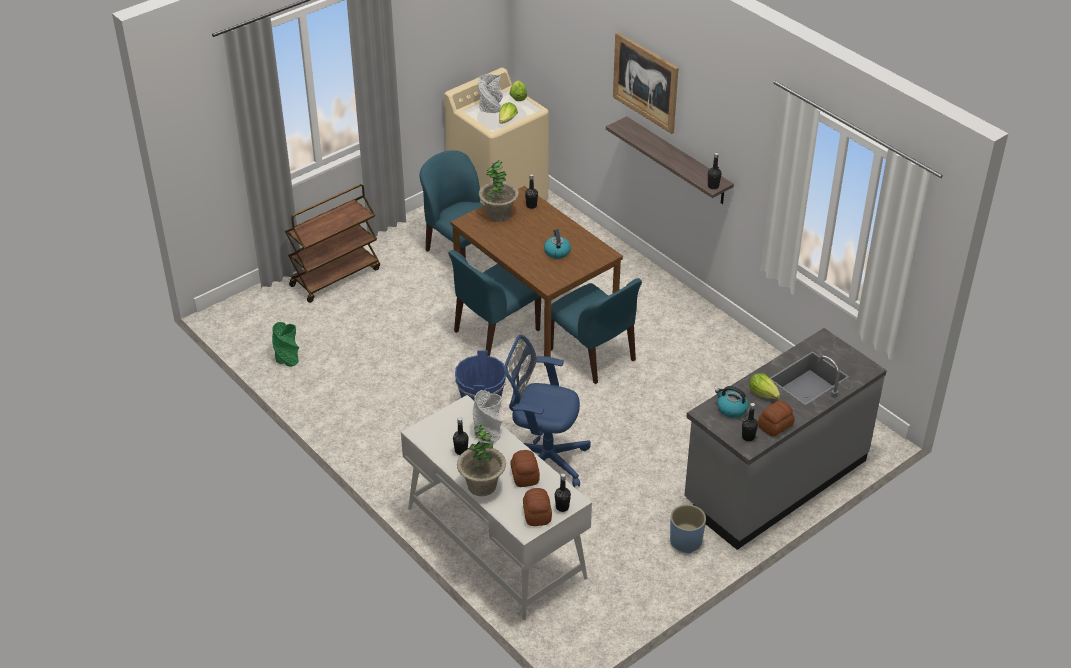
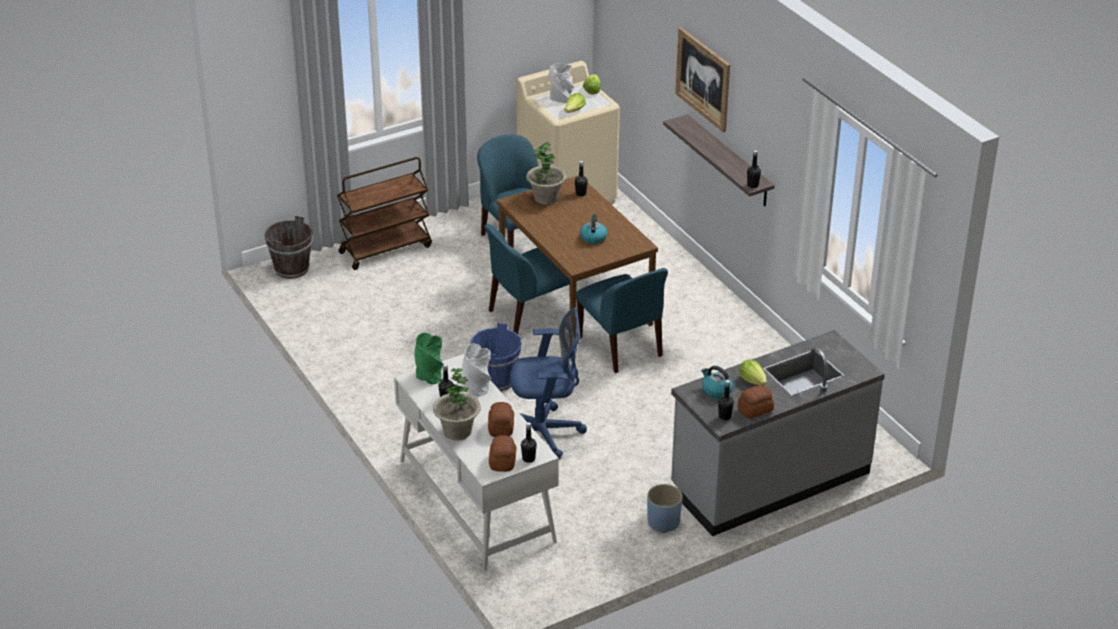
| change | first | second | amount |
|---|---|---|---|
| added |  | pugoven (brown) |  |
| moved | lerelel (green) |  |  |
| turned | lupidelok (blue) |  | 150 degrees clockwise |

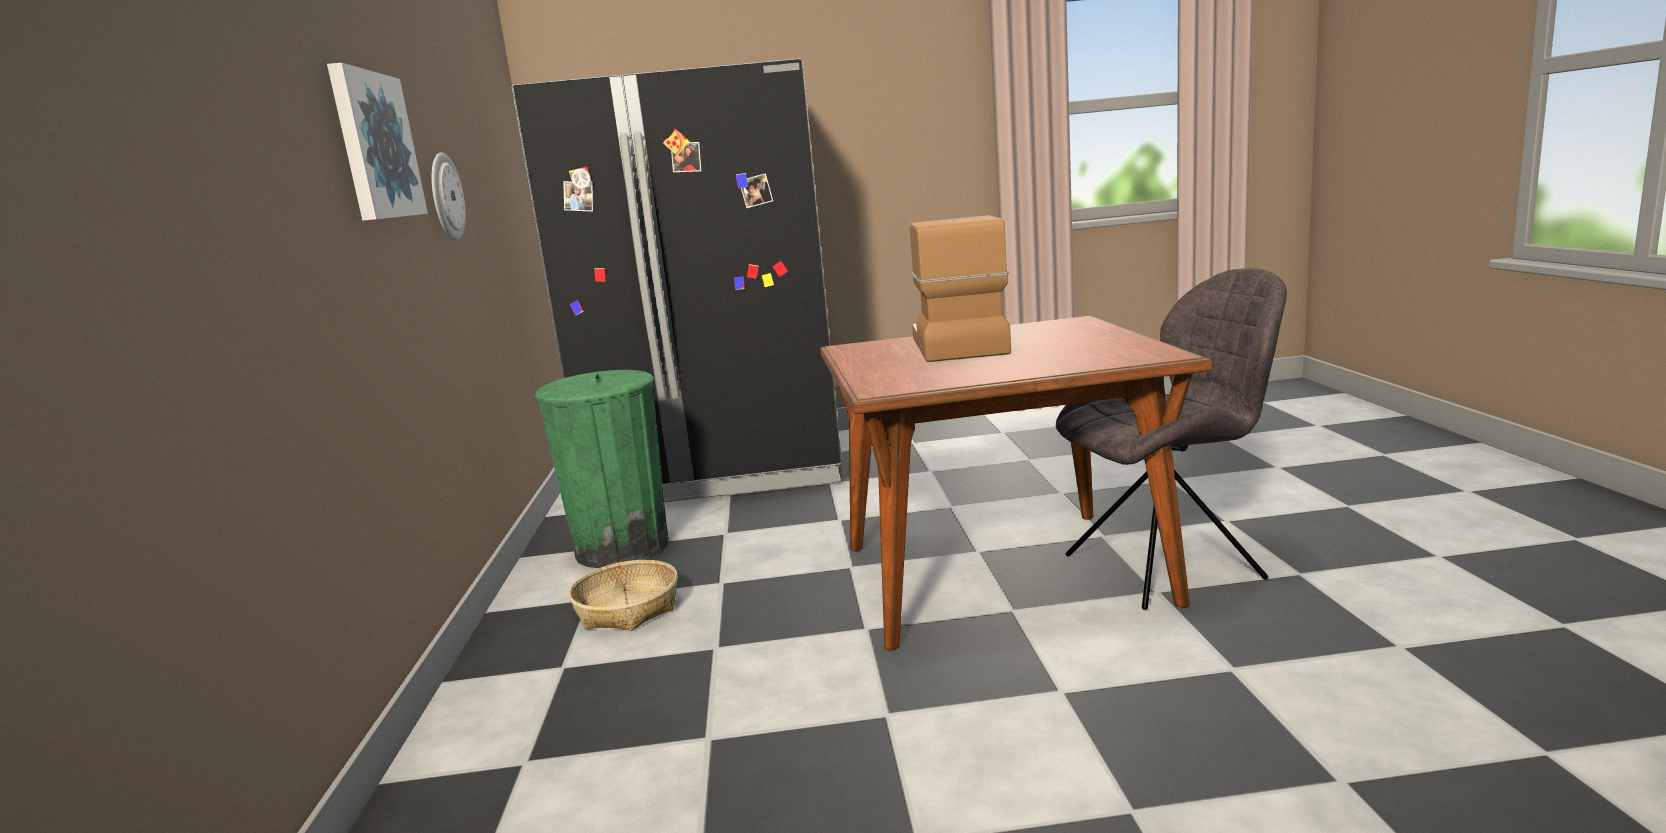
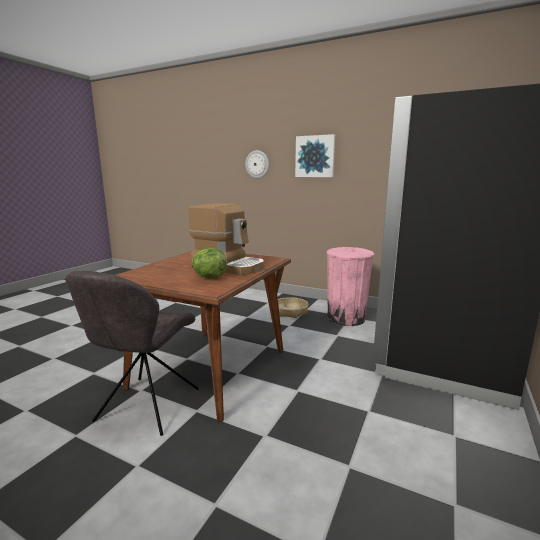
| change | first | second | amount |
|---|---|---|---|
| added |  | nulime |  |
| moved | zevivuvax |  |  |
| recoloured | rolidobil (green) | rolidobil (pink) |  |

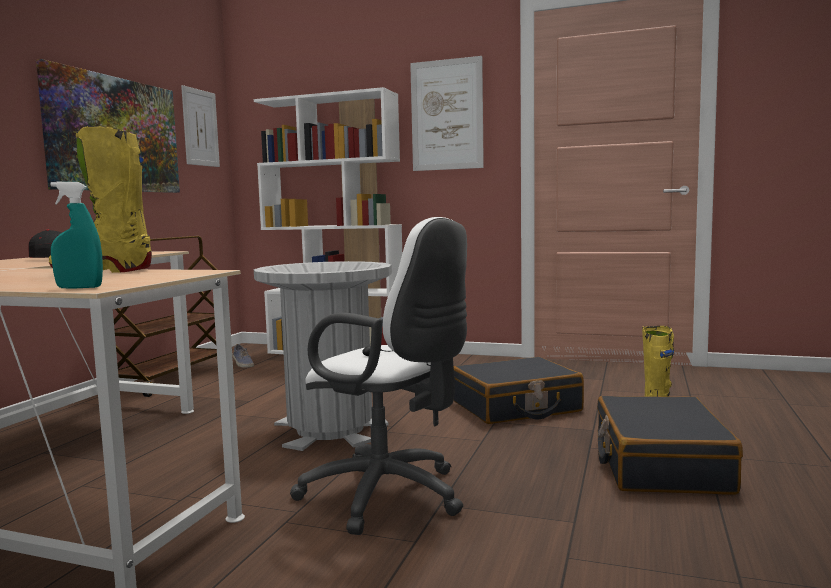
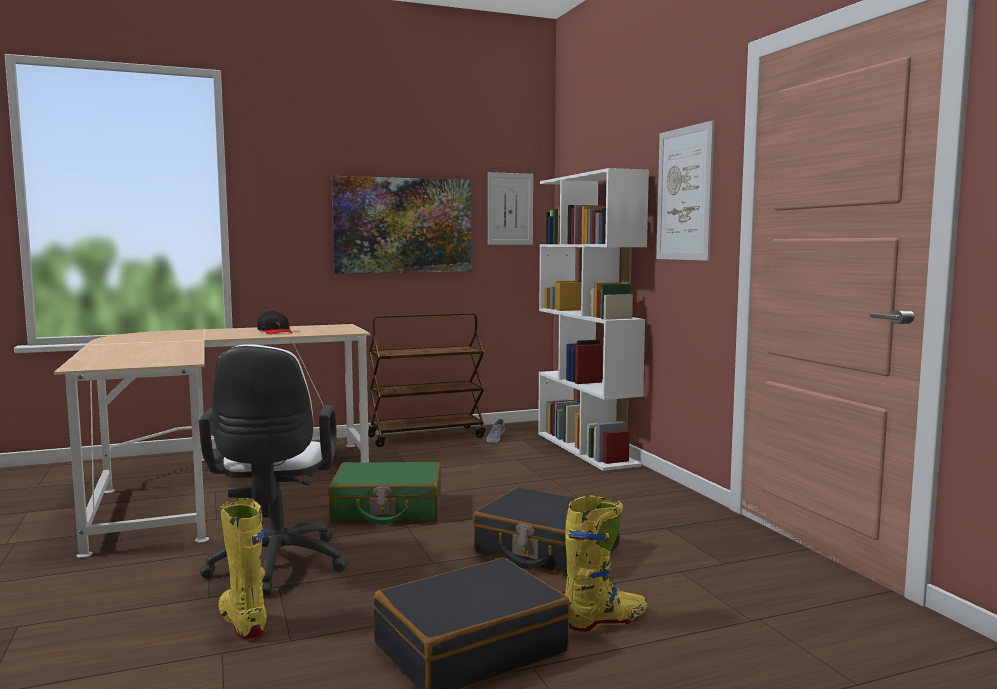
| change | first | second | amount |
|---|---|---|---|
| removed | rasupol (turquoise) |  |  |
| moved | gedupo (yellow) (1st from left) |  |  |
| replaced | rolidobil (grey) | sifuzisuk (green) |  |

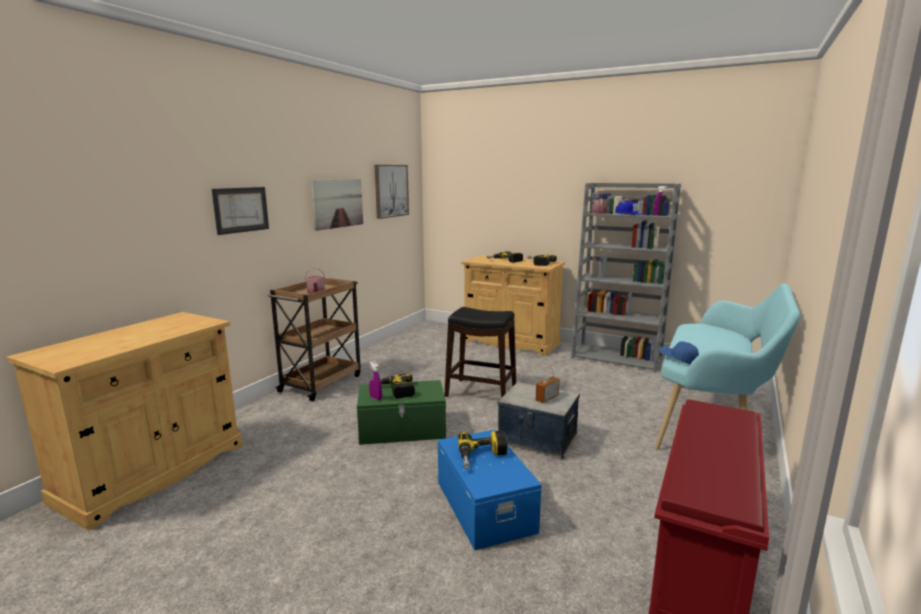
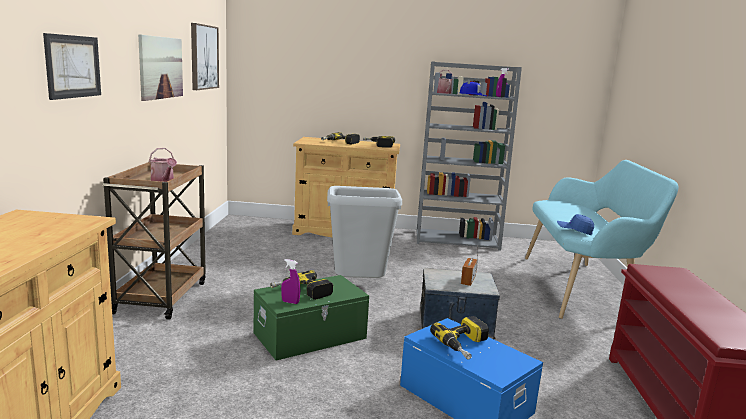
| change | first | second | amount |
|---|---|---|---|
| replaced | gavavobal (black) | rolidobil (grey) |  |

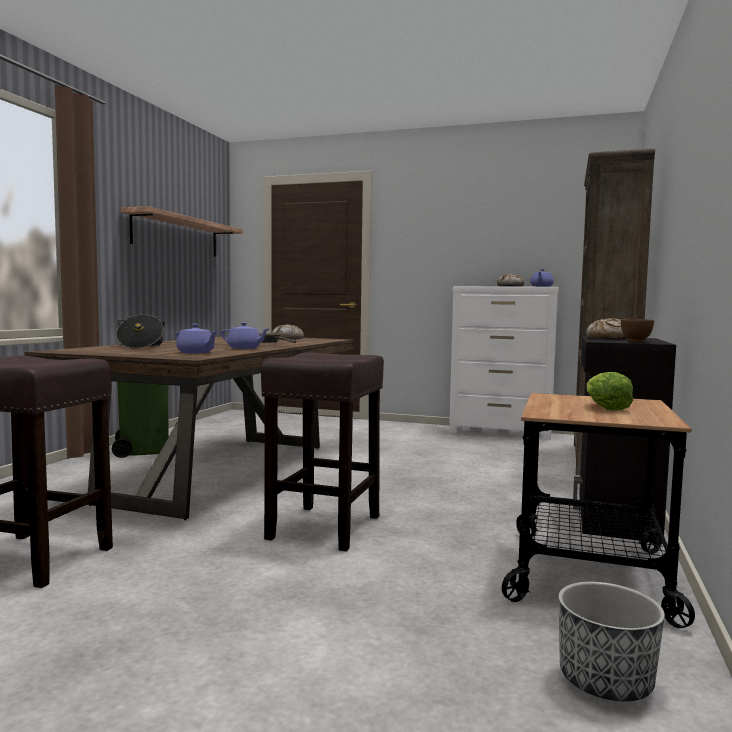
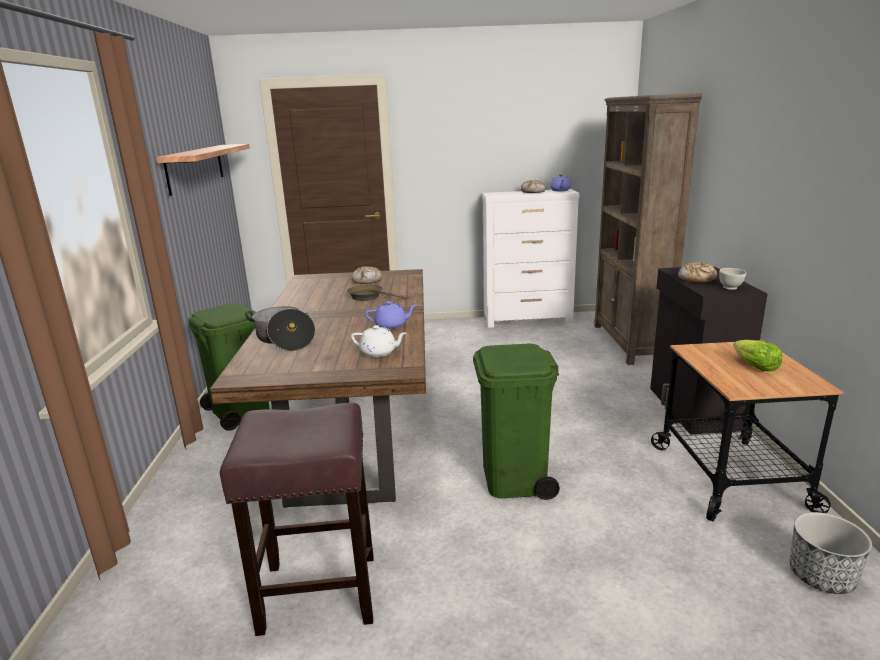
| change | first | second | amount |
|---|---|---|---|
| replaced | gavavobal (brown) (2nd from left) | rolidobil (green) (2nd from left) |  |
| recoloured | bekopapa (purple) (1st from left) | bekopapa (white) |  |
| recoloured | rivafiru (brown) | rivafiru (white) |  |

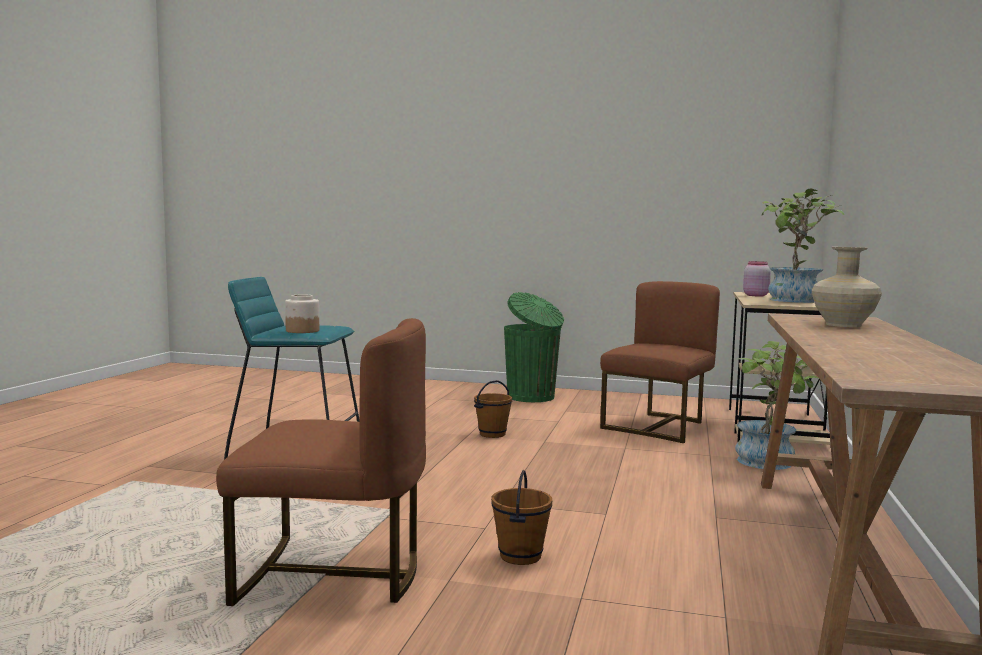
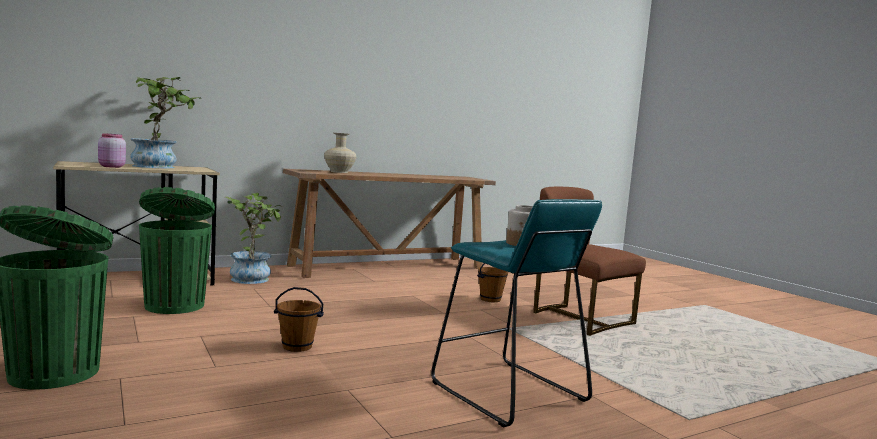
| change | first | second | amount |
|---|---|---|---|
| replaced | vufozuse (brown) (2nd from left) | rolidobil (green) (2nd from left) |  |

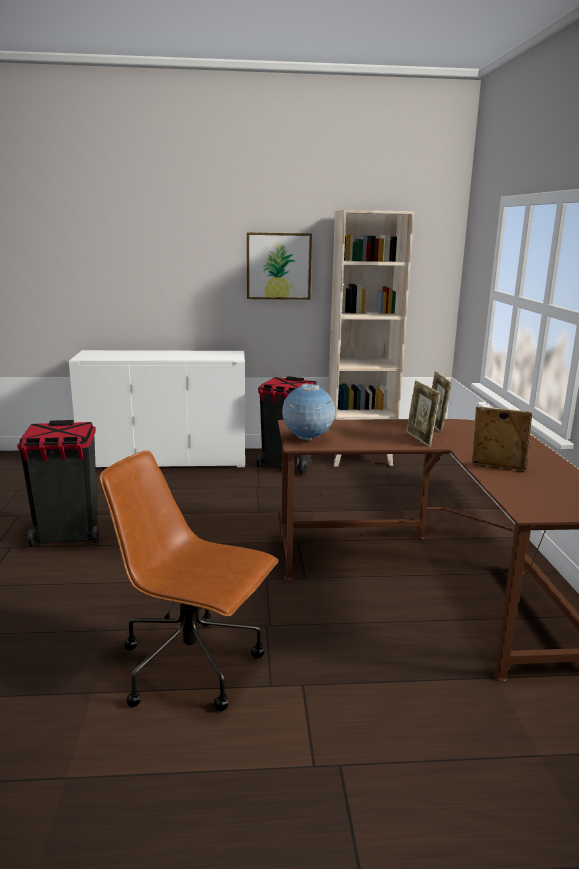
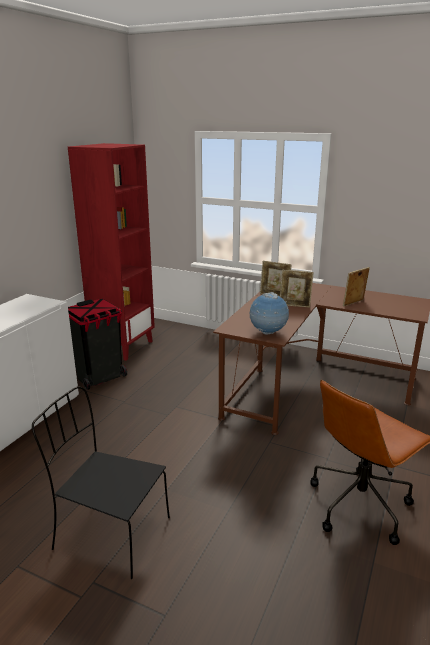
| change | first | second | amount |
|---|---|---|---|
| removed | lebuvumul |  |  |
| replaced | rolidobil (black) (1st from left) | vufozuse (black) |  |
| recoloured | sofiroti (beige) | sofiroti (red) |  |

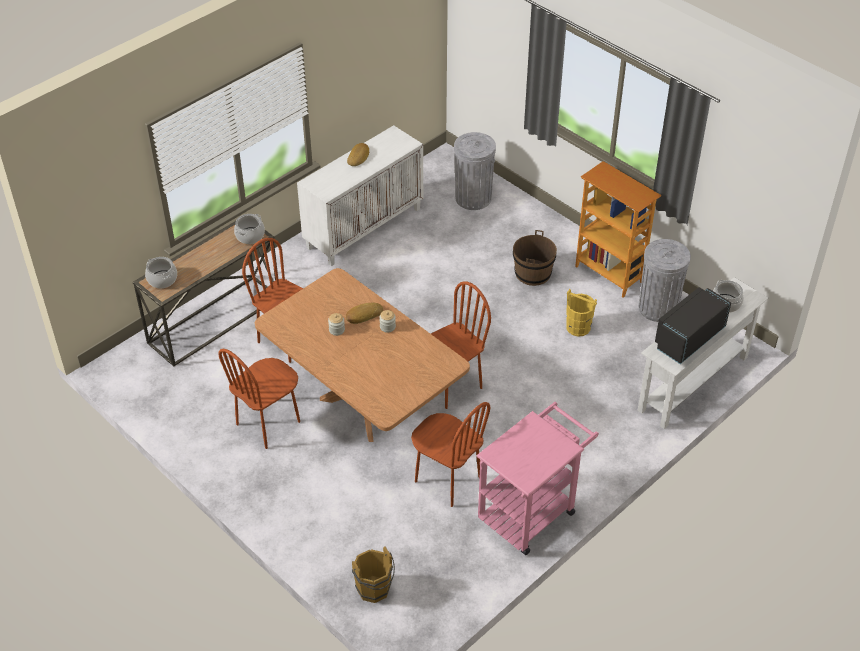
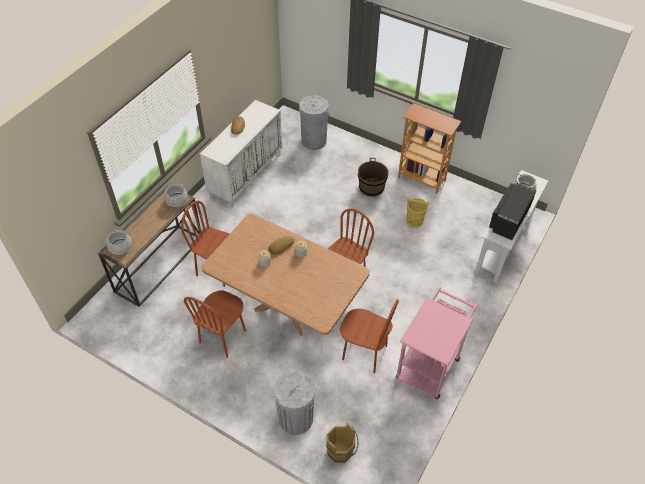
| change | first | second | amount |
|---|---|---|---|
| moved | rolidobil (grey) (2nd from left in the first image) | rolidobil (grey) (1st from left) |  |

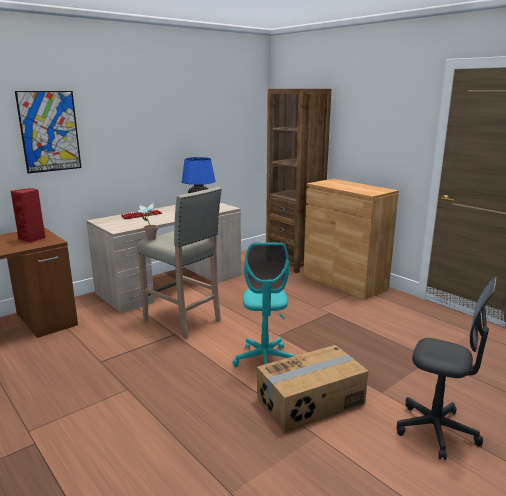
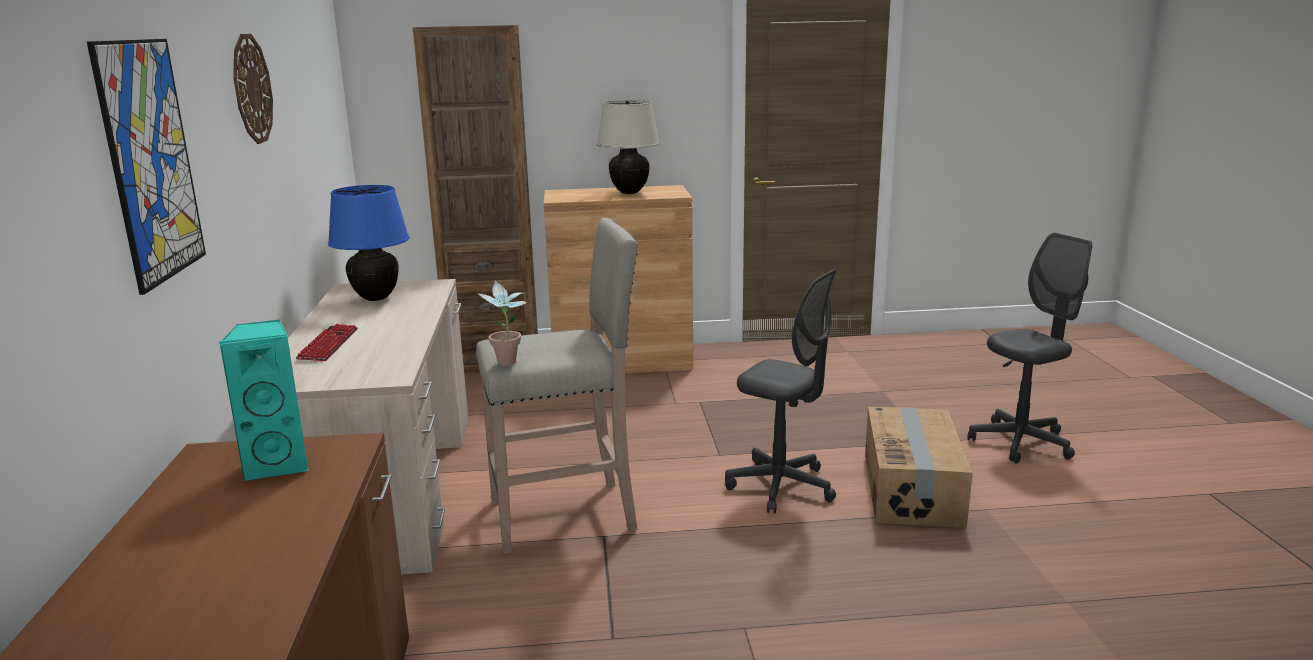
| change | first | second | amount |
|---|---|---|---|
| added |  | zevivuvax |  |
| added |  | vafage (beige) |  |
| recoloured | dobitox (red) | dobitox (turquoise) |  |
| recoloured | lupidelok (turquoise) | lupidelok (grey) (1st from left) |  |

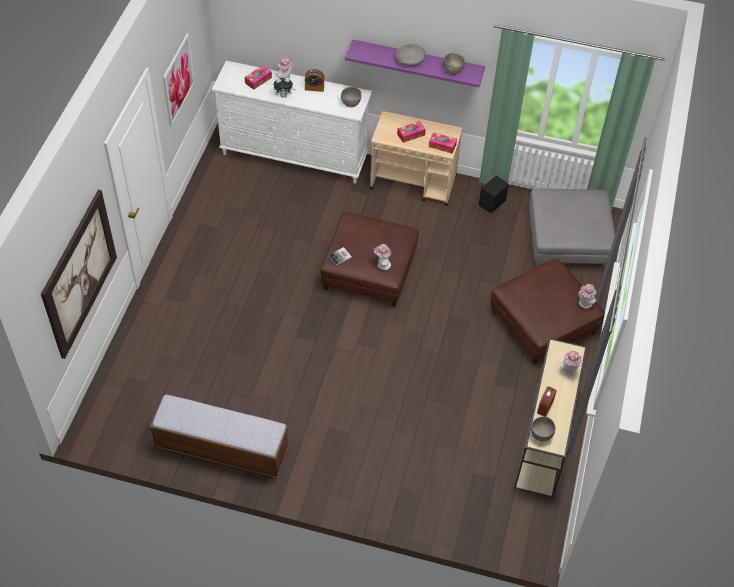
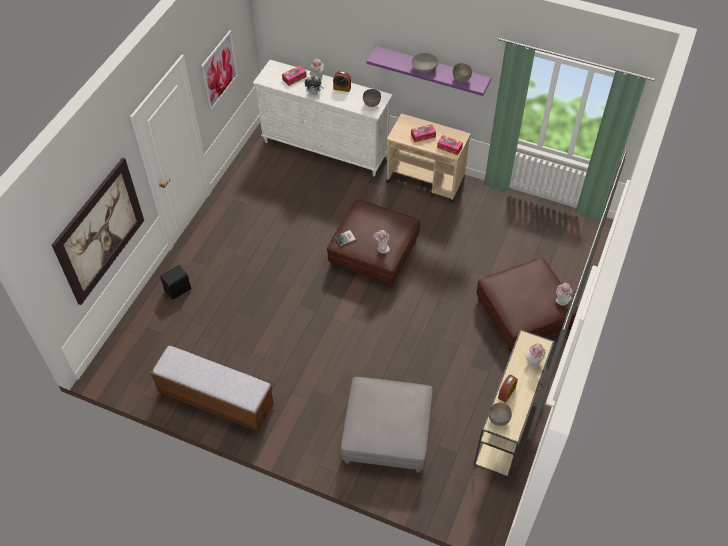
| change | first | second | amount |
|---|---|---|---|
| moved | dobitox (black) |  |  |
| moved | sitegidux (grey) |  |  |

